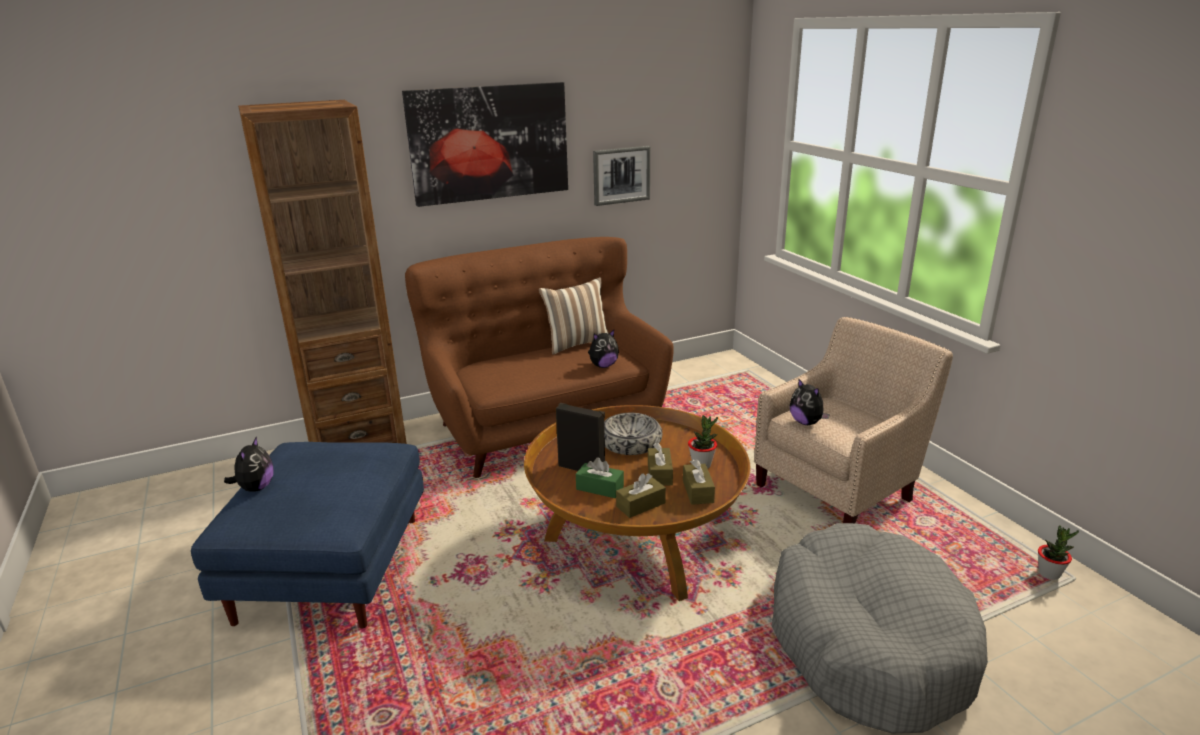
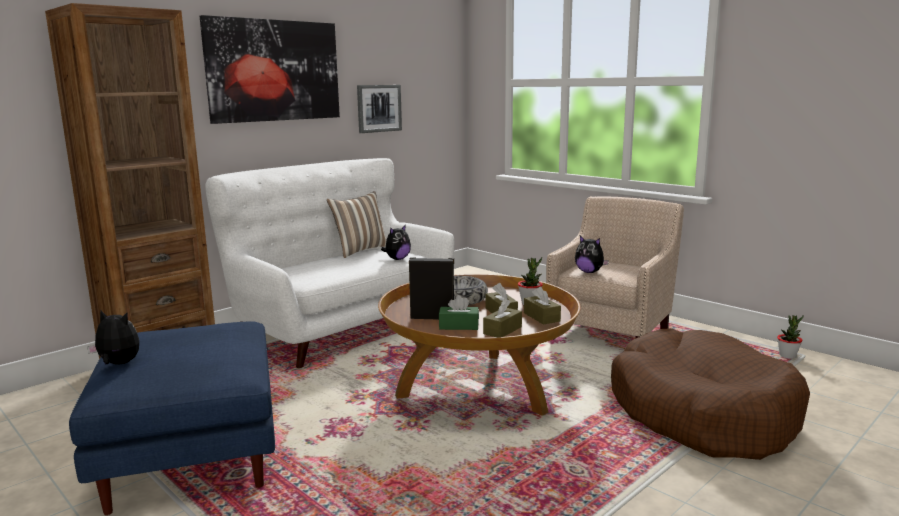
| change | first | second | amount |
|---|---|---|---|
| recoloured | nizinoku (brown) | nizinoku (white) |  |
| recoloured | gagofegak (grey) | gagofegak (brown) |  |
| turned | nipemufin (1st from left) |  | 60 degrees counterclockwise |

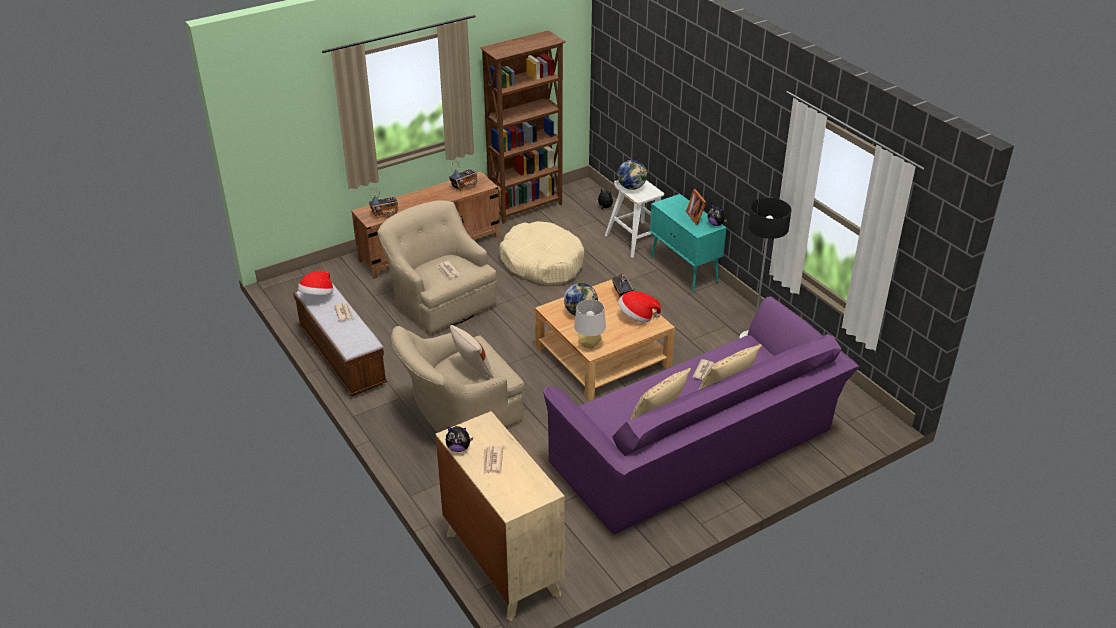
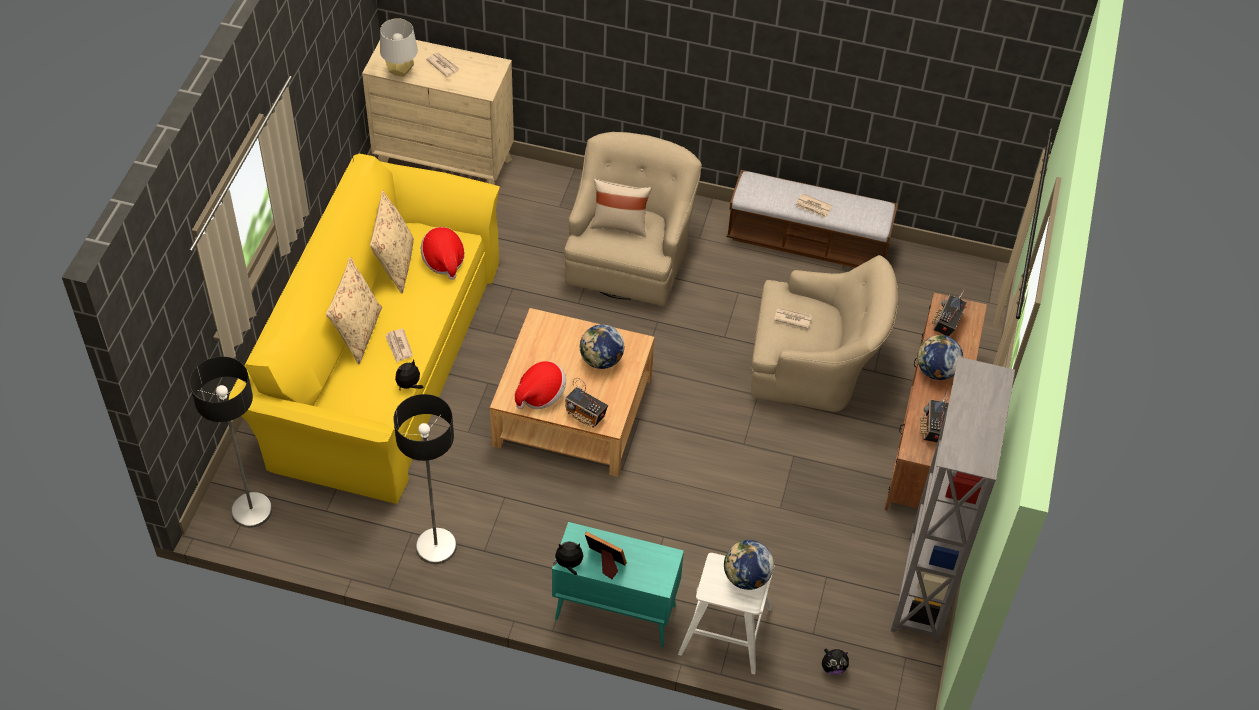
| change | first | second | amount |
|---|---|---|---|
| removed | gagofegak (beige) |  |  |
| added |  | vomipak (1st from left) |  |
| added |  | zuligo (3rd from left) |  |
| moved | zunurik (1st from left) |  |  |
| moved | nipemufin (1st from left) |  |  |
| moved | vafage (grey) |  |  |
| recoloured | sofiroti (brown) | sofiroti (grey) |  |
| recoloured | nizinoku (purple) | nizinoku (yellow) |  |

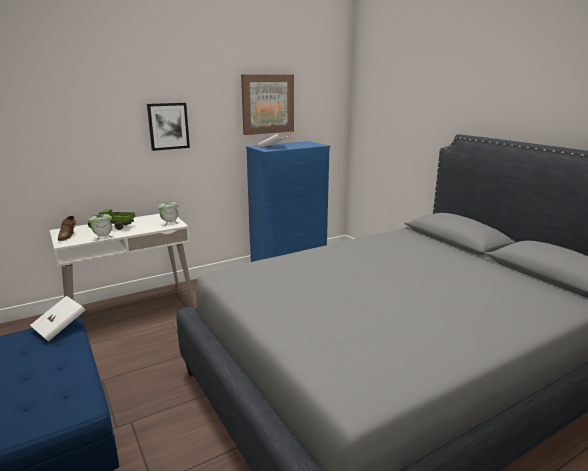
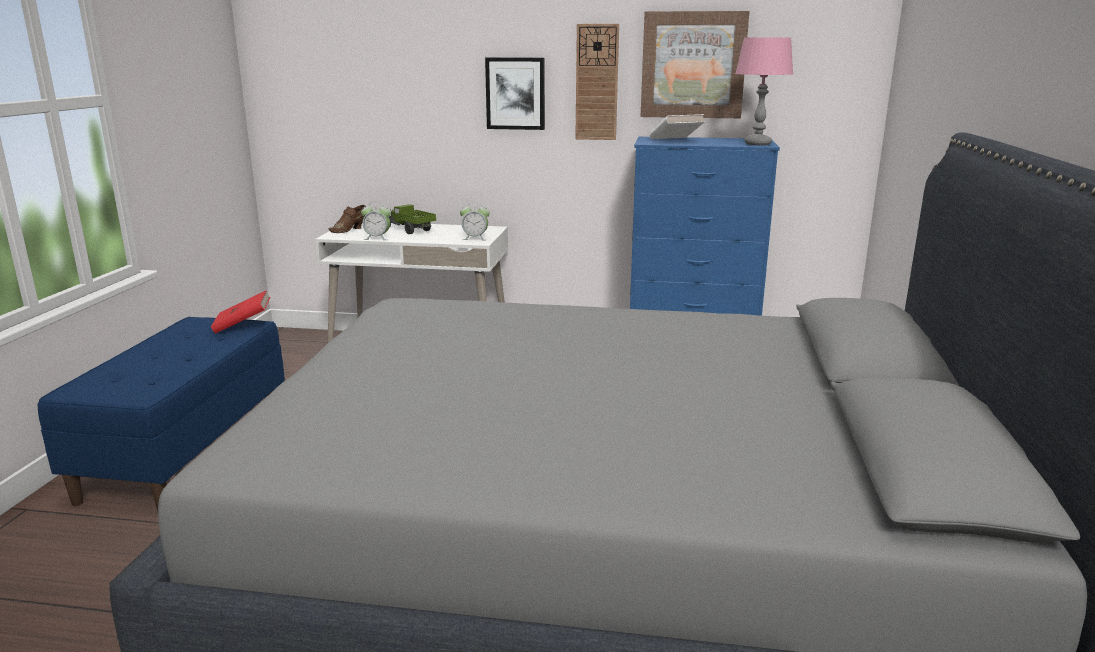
| change | first | second | amount |
|---|---|---|---|
| added |  | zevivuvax |  |
| added |  | vafage (pink) |  |
| recoloured | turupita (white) (1st from left) | turupita (red) |  |

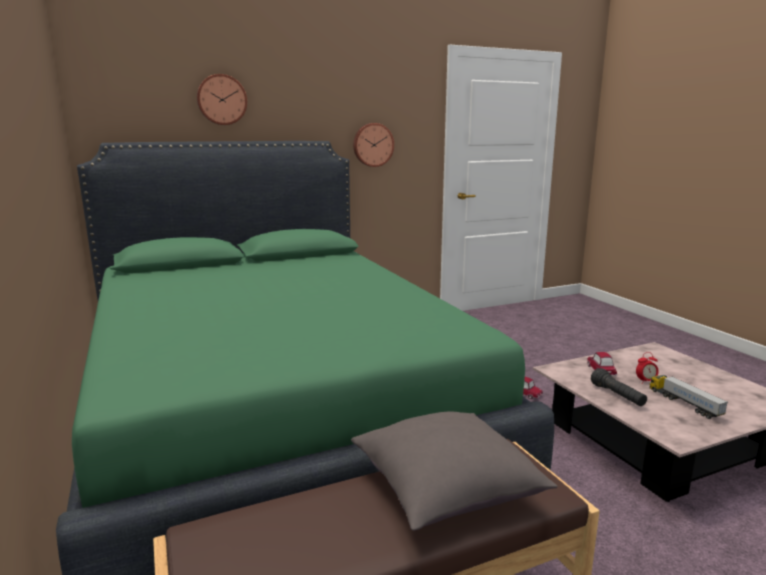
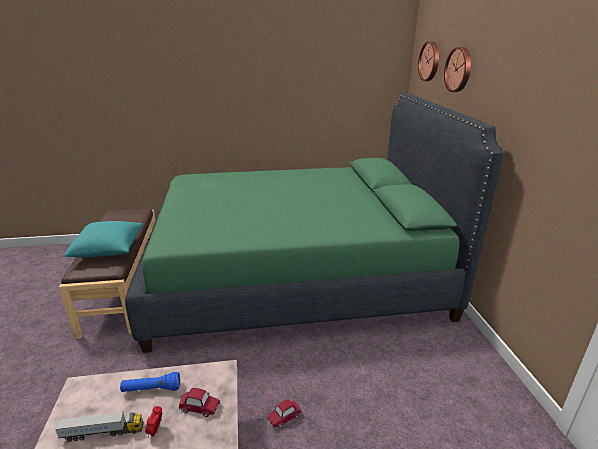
| change | first | second | amount |
|---|---|---|---|
| moved | zevivuvax (2nd from left in the first image) | zevivuvax (1st from left) |  |
| recoloured | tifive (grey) | tifive (turquoise) |  |
| recoloured | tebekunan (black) | tebekunan (blue) |  |

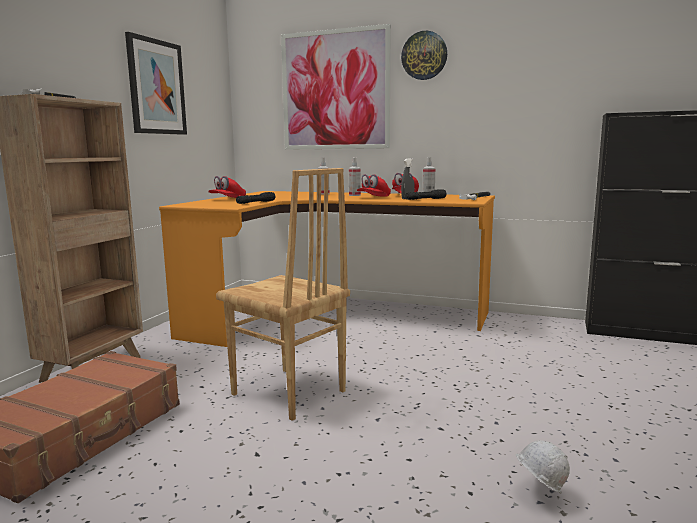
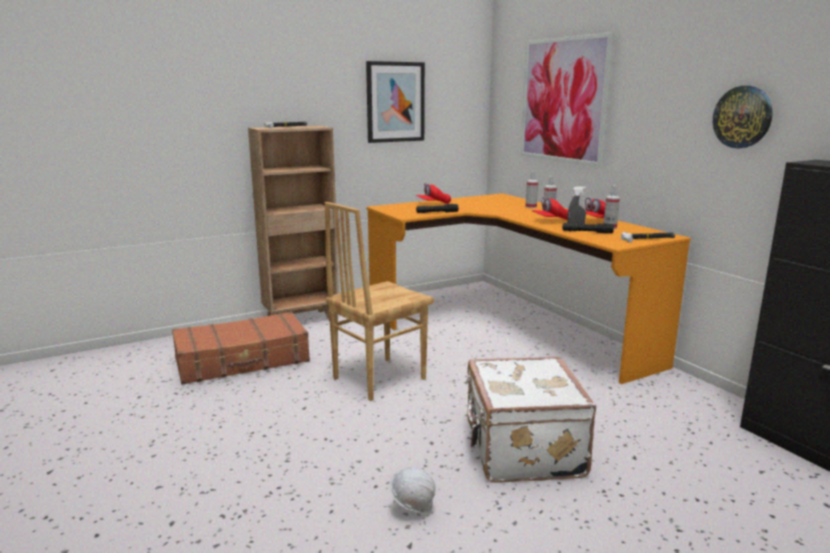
| change | first | second | amount |
|---|---|---|---|
| added |  | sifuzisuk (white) |  |
| moved | zevivuvax |  |  |
| turned | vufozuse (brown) |  | 60 degrees clockwise |

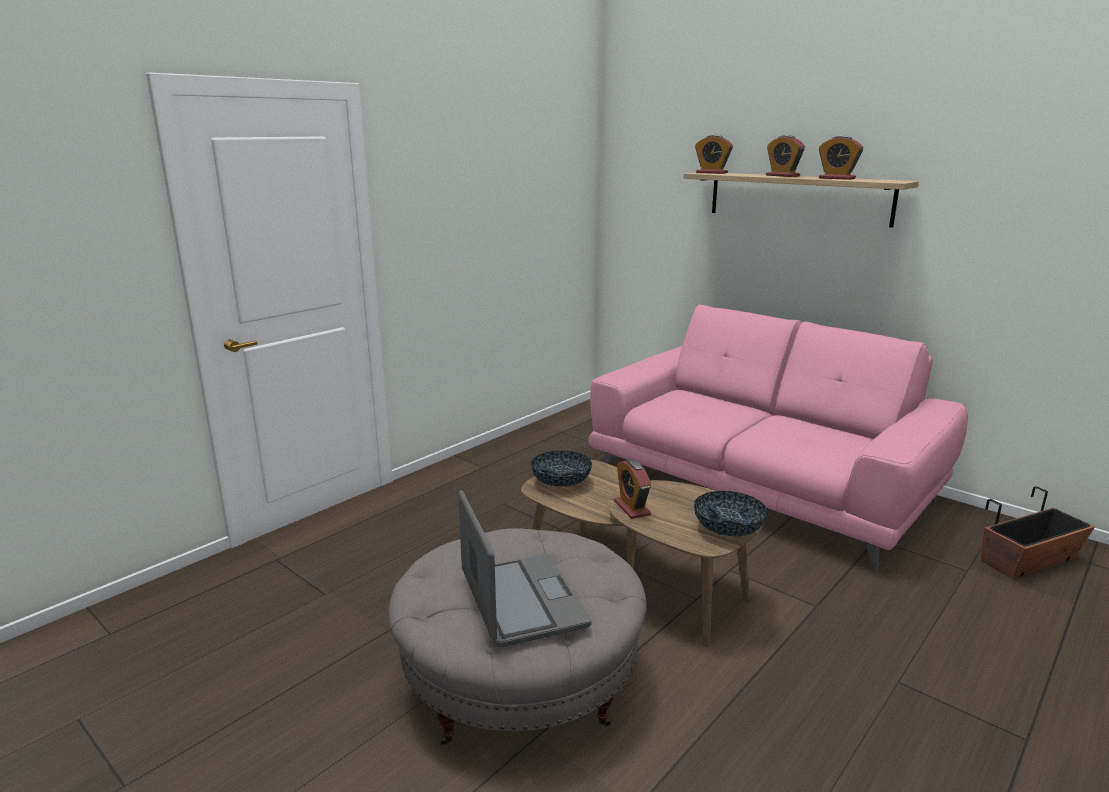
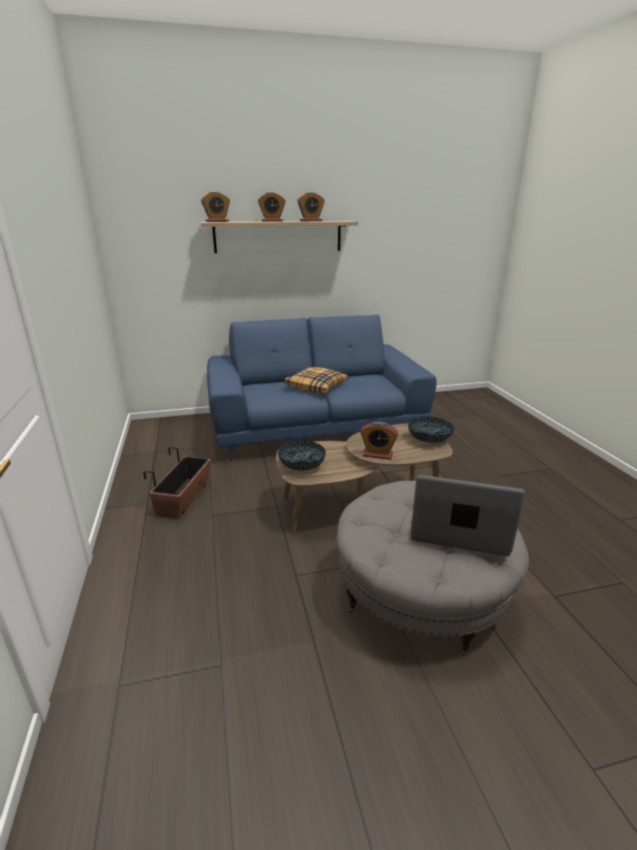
| change | first | second | amount |
|---|---|---|---|
| added |  | tifive |  |
| moved | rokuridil |  |  |
| recoloured | nizinoku (pink) | nizinoku (blue) |  |

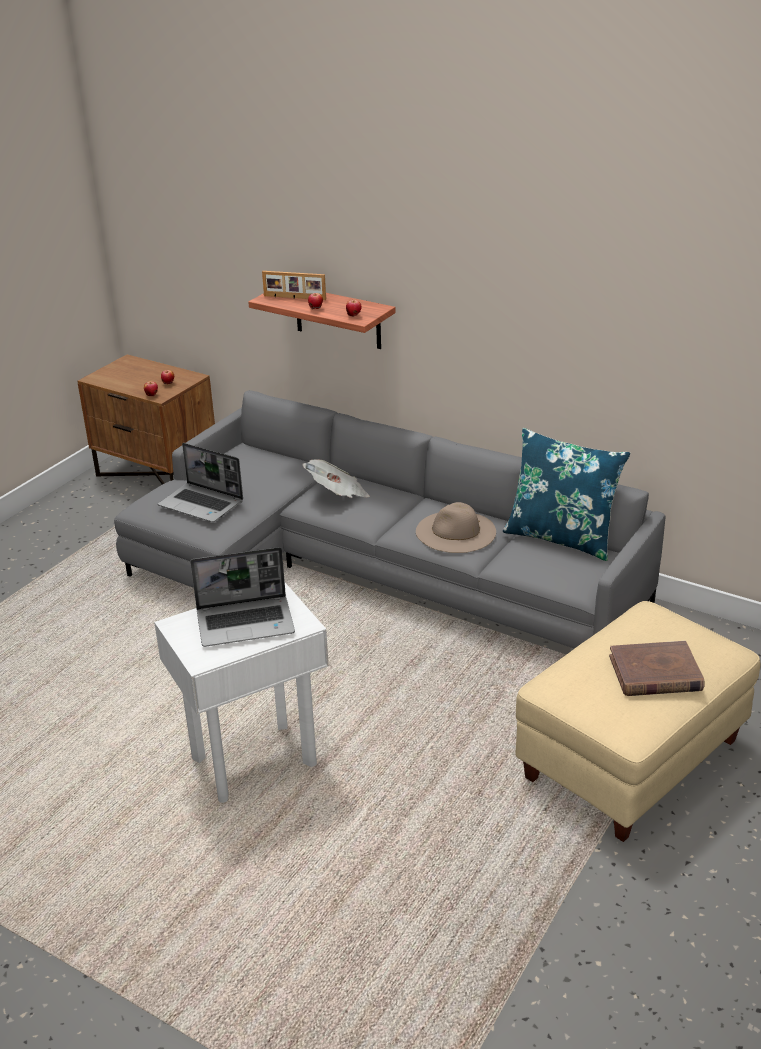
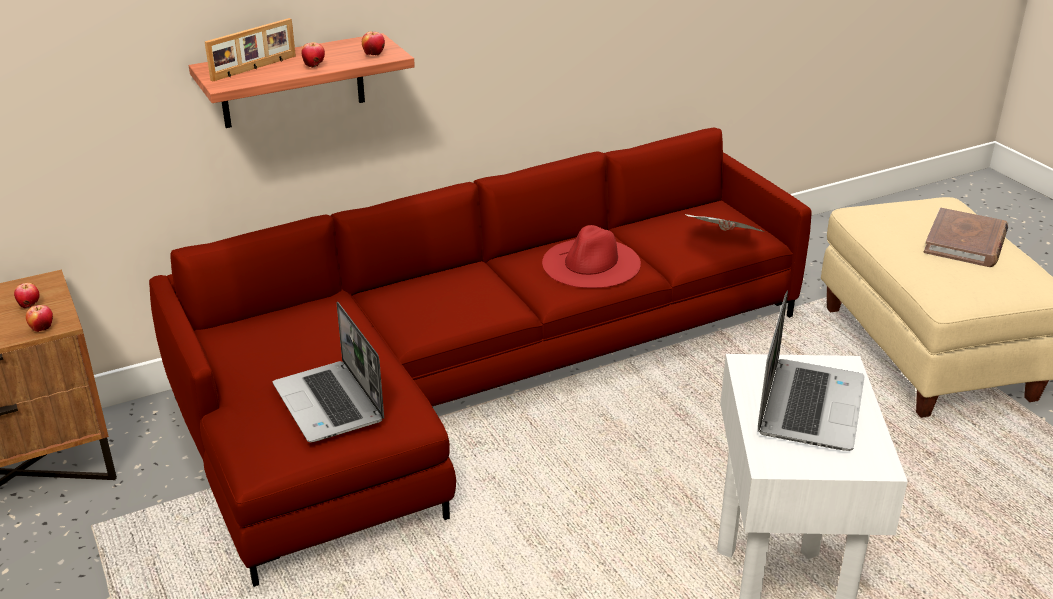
| change | first | second | amount |
|---|---|---|---|
| removed | tifive (blue) |  |  |
| moved | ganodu |  |  |
| recoloured | nizinoku (grey) | nizinoku (red) |  |
| recoloured | zunurik (beige) | zunurik (red) |  |
| turned | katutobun (1st from left) |  | 90 degrees clockwise |

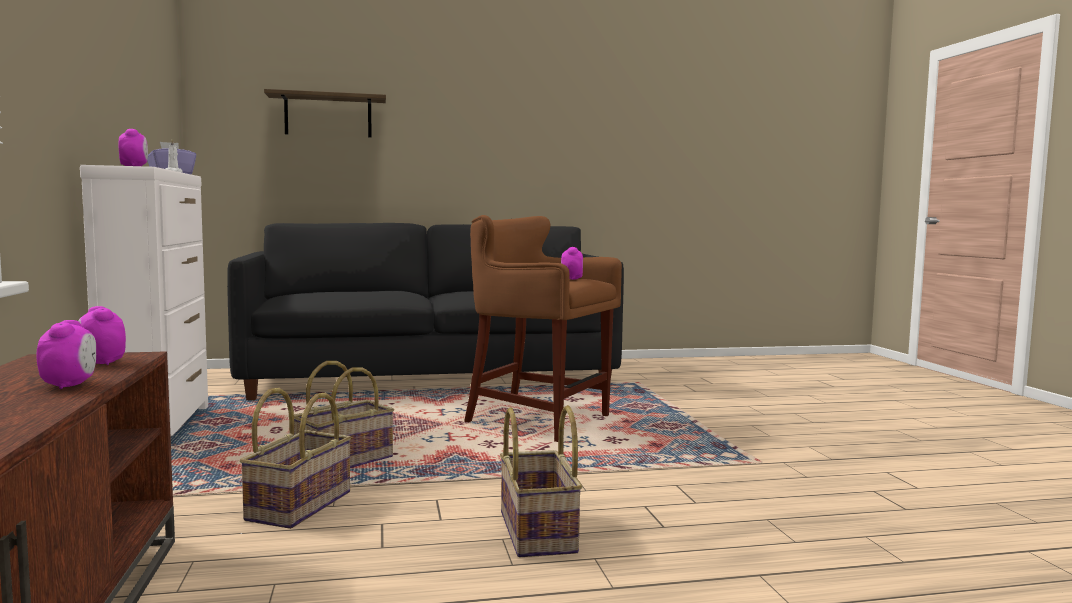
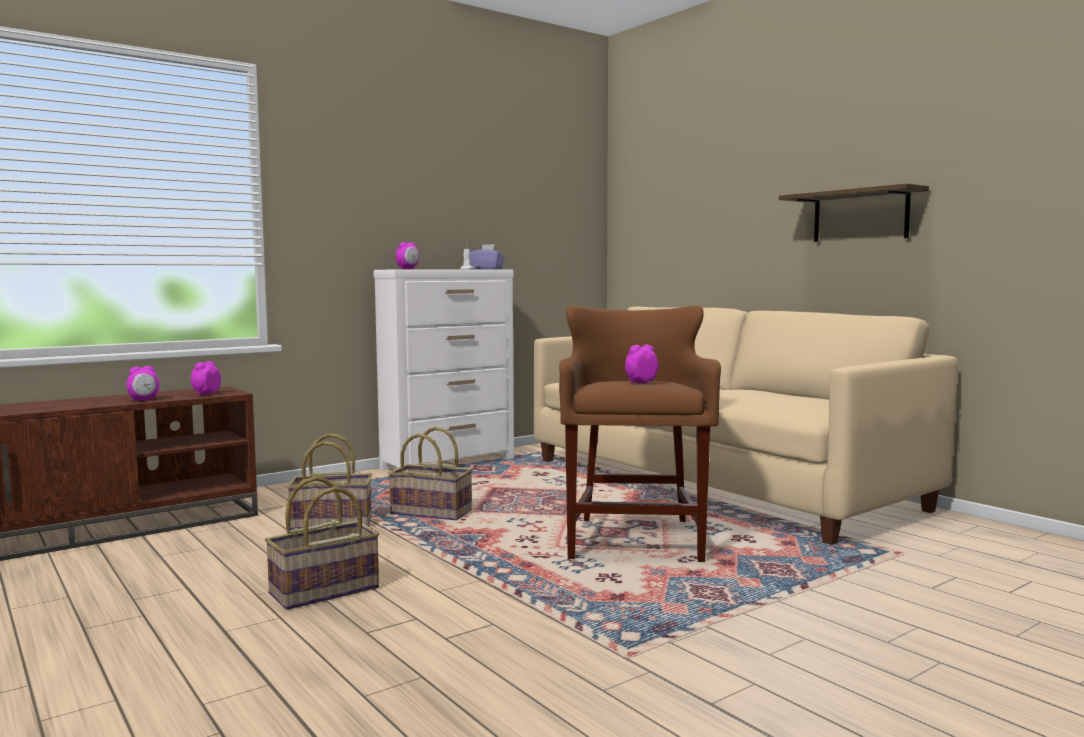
| change | first | second | amount |
|---|---|---|---|
| moved | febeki |  |  |
| recoloured | nizinoku (black) | nizinoku (beige) |  |

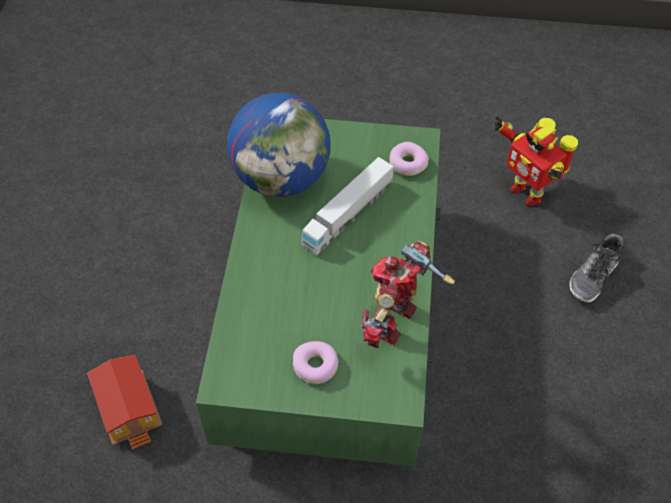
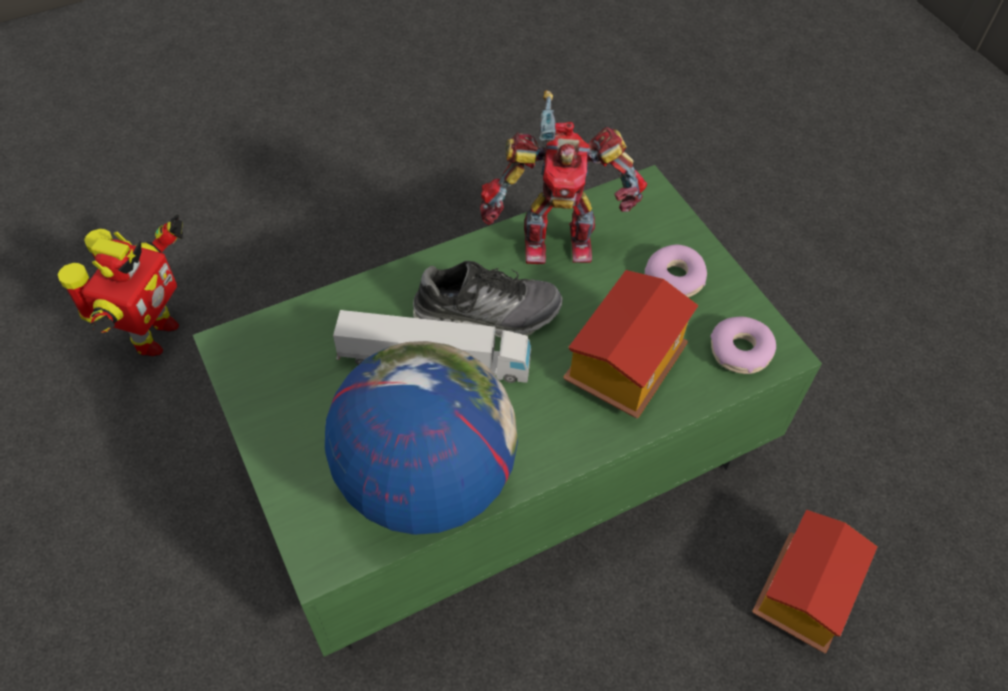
| change | first | second | amount |
|---|---|---|---|
| added |  | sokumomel (1st from left) |  |
| moved | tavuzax (2nd from left) |  |  |
| moved | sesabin |  |  |

